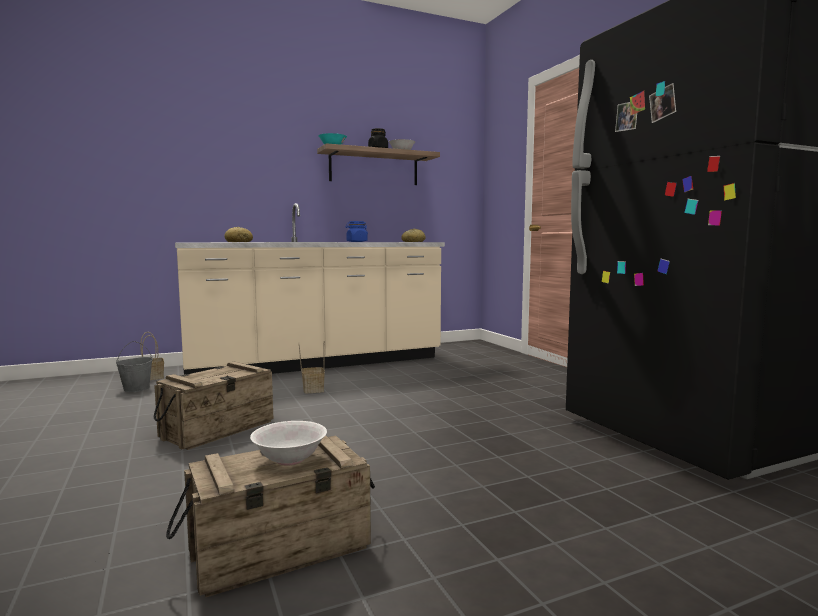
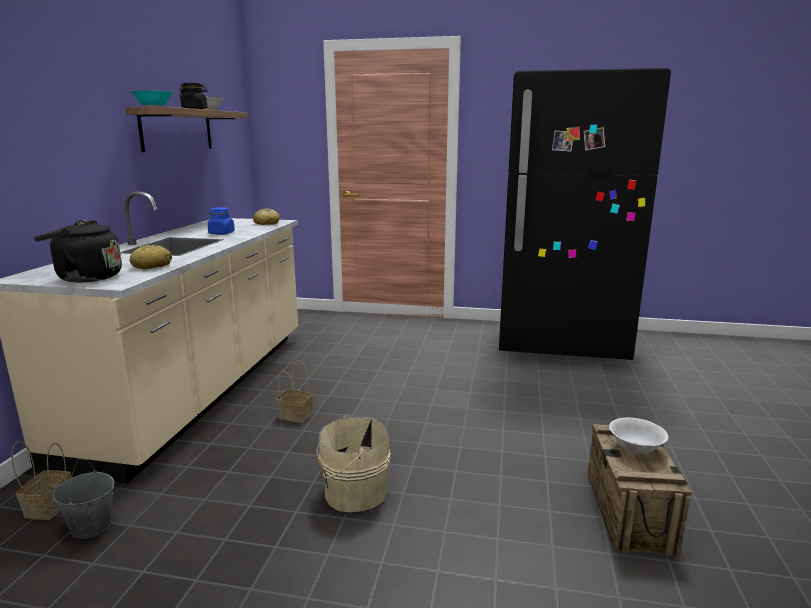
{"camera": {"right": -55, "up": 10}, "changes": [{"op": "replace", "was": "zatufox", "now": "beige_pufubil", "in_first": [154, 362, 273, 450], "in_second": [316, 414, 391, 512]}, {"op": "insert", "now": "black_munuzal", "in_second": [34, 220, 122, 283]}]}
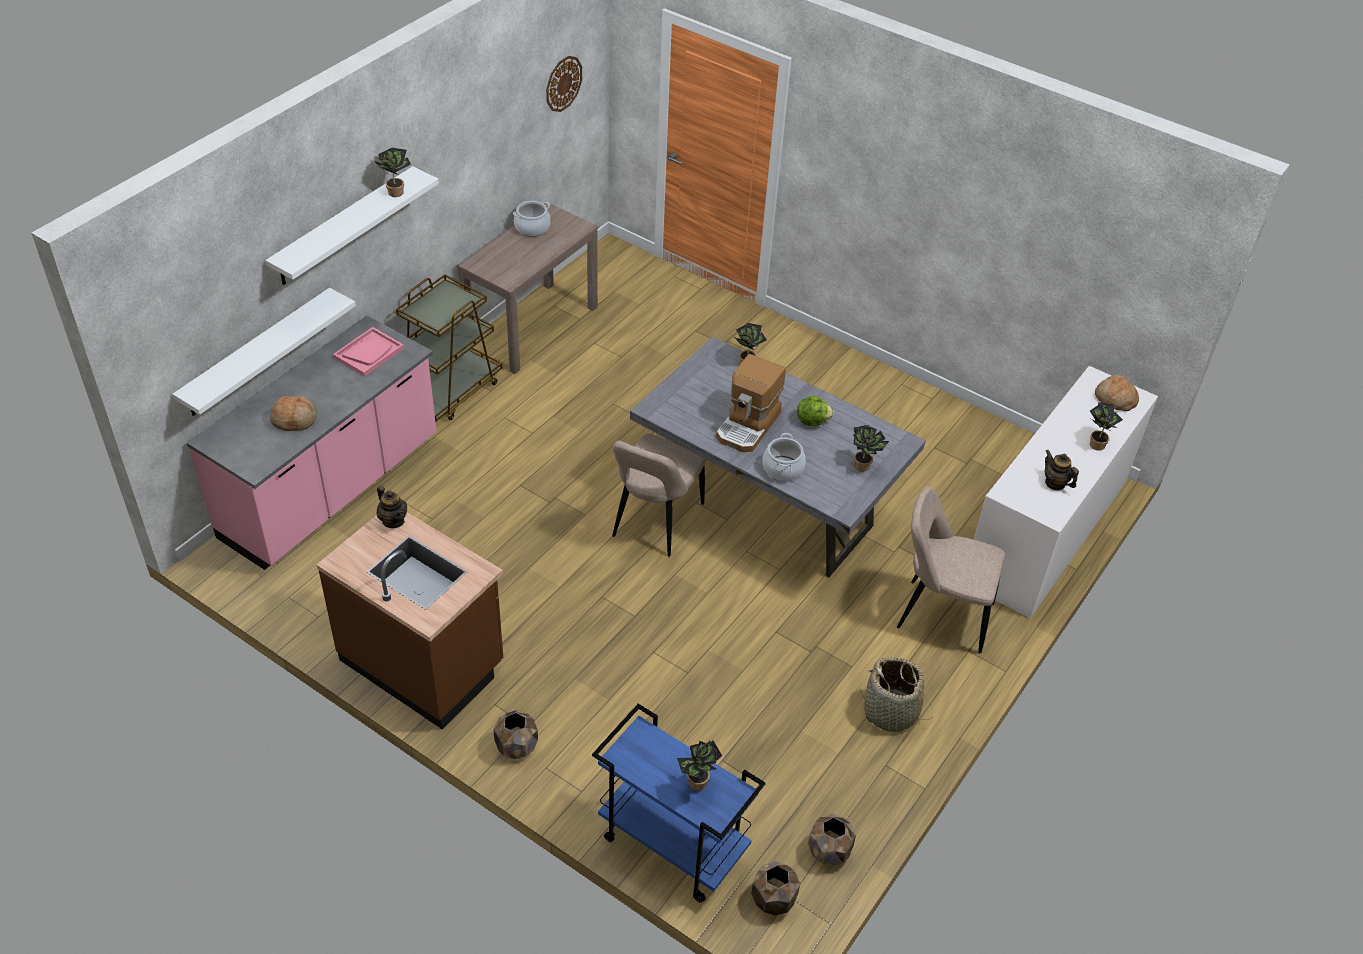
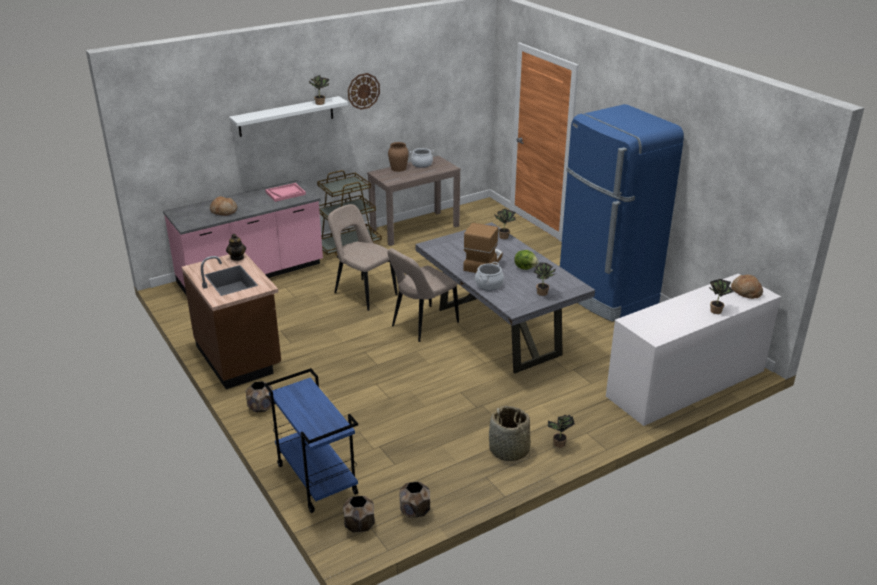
{"camera": {"right": 25, "up": -15}, "changes": [{"op": "delete", "was": "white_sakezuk", "in_first": [172, 288, 356, 416]}, {"op": "move", "was": "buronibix", "in_first": [546, 56, 582, 112], "in_second": [348, 73, 380, 110]}, {"op": "move", "was": "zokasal", "in_first": [677, 741, 722, 791], "in_second": [548, 414, 575, 448]}, {"op": "rotate", "was": "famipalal", "in_first": [716, 354, 786, 452], "in_second": [463, 223, 502, 273], "clockwise": 150}, {"op": "move", "was": "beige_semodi", "in_first": [897, 487, 1005, 653], "in_second": [328, 204, 397, 311]}, {"op": "delete", "was": "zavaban", "in_first": [1045, 450, 1079, 490]}, {"op": "insert", "now": "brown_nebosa", "in_second": [388, 142, 409, 172]}, {"op": "insert", "now": "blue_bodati", "in_second": [560, 104, 684, 322]}]}
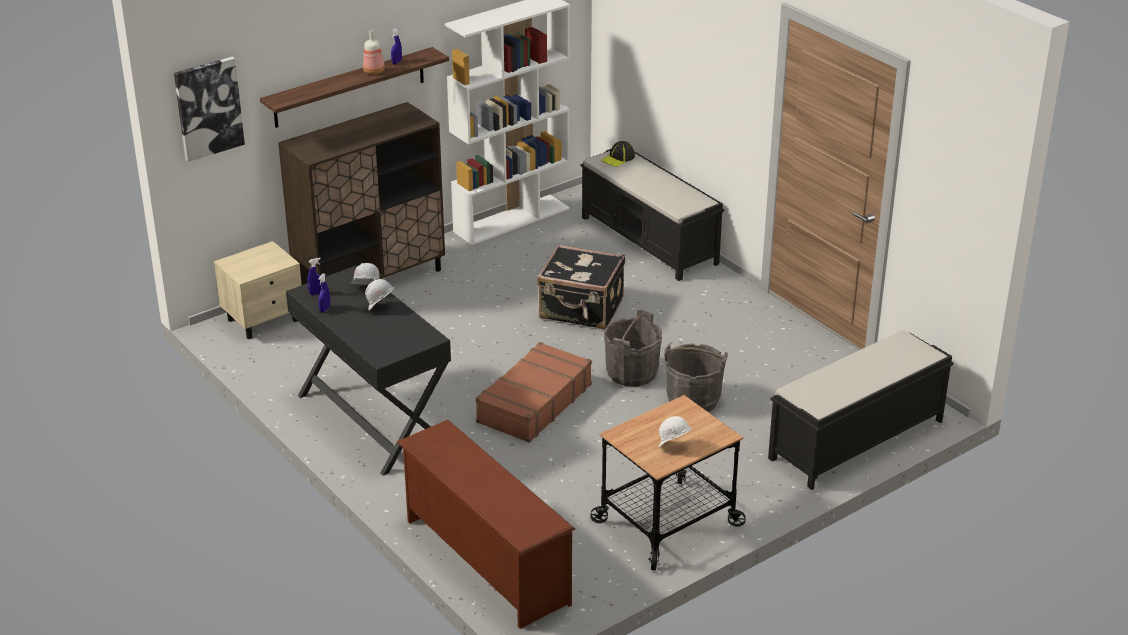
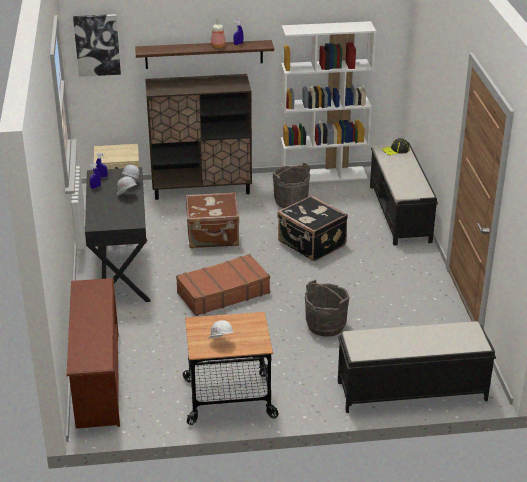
{"camera": {"right": 30, "up": 0}, "changes": [{"op": "move", "was": "grey_pufubil", "in_first": [604, 310, 662, 387], "in_second": [273, 163, 310, 208]}, {"op": "insert", "now": "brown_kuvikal", "in_second": [186, 192, 239, 248]}]}
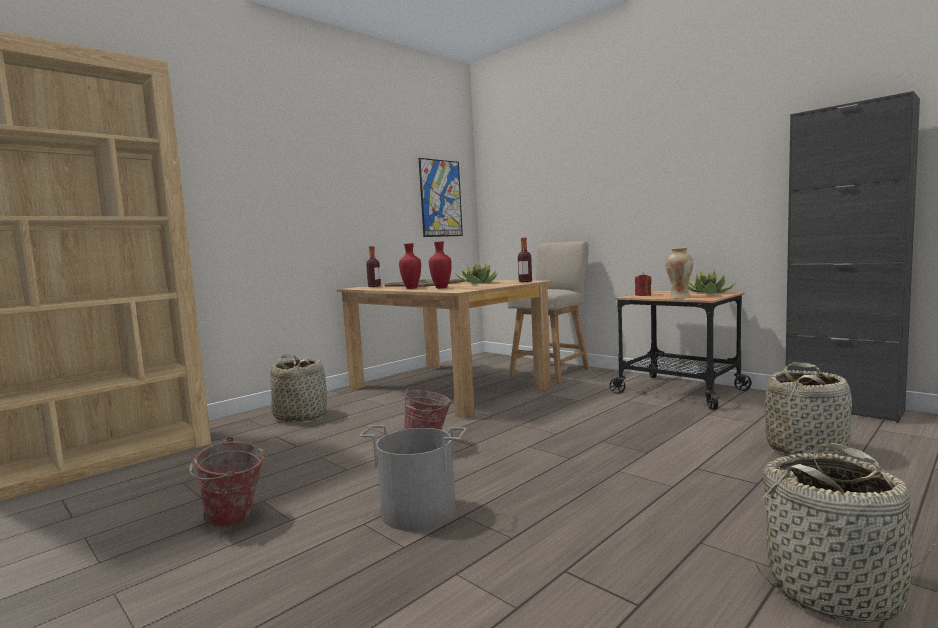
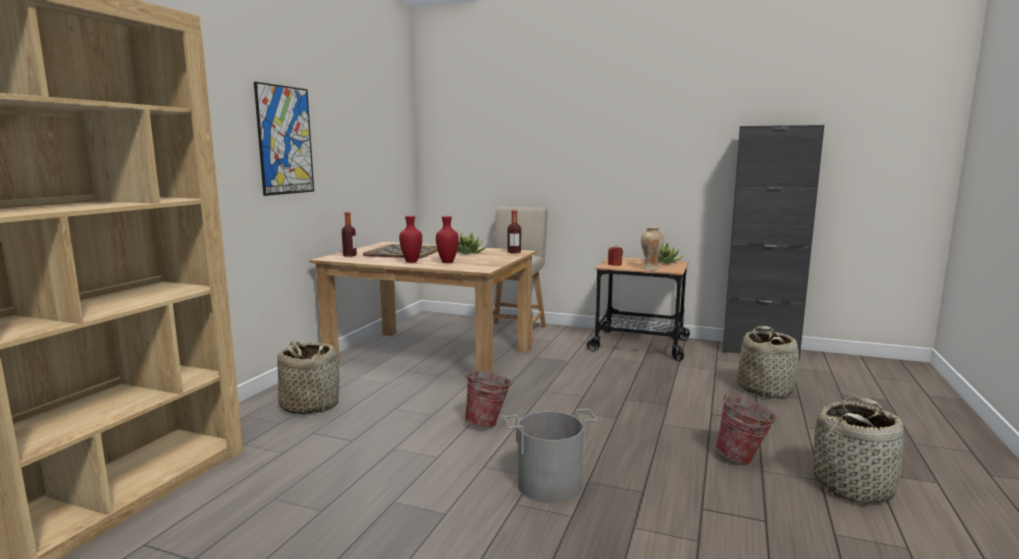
{"camera": {"right": -25, "up": 5}, "changes": [{"op": "move", "was": "pufubil", "in_first": [189, 437, 265, 527], "in_second": [716, 393, 779, 464]}, {"op": "move", "was": "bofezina", "in_first": [419, 158, 463, 237], "in_second": [254, 82, 314, 196]}]}
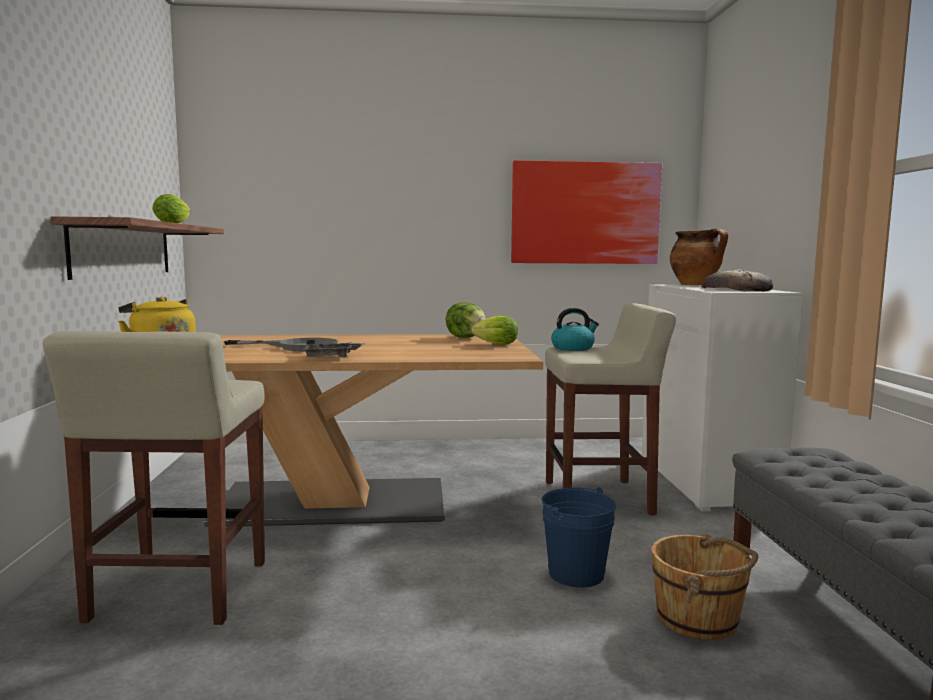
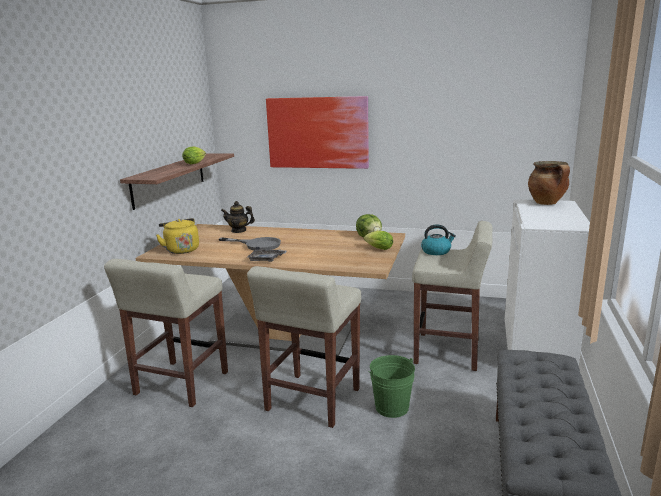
{"camera": {"right": 20, "up": 10}, "changes": [{"op": "move", "was": "bofezina", "in_first": [511, 160, 662, 264], "in_second": [266, 96, 369, 169]}, {"op": "recolor", "was": "blue_pufubil", "now": "green_pufubil", "in_first": [542, 487, 616, 588], "in_second": [369, 355, 415, 418]}, {"op": "delete", "was": "brown_pufubil", "in_first": [651, 534, 758, 640]}, {"op": "delete", "was": "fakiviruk", "in_first": [701, 269, 773, 291]}, {"op": "insert", "now": "zavaban", "in_second": [221, 201, 255, 233]}, {"op": "insert", "now": "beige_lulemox", "in_second": [247, 266, 361, 428]}]}
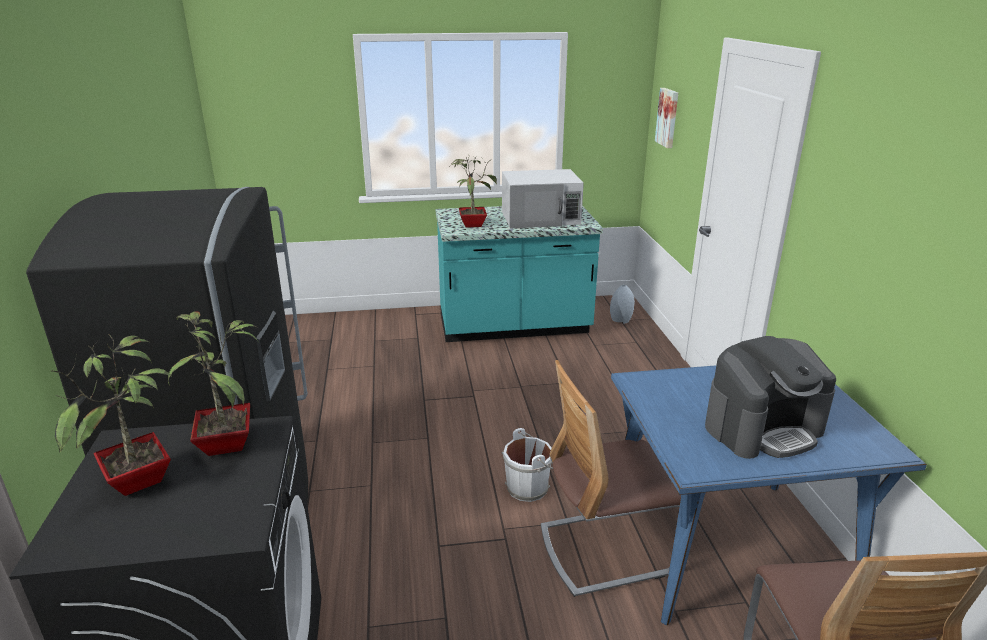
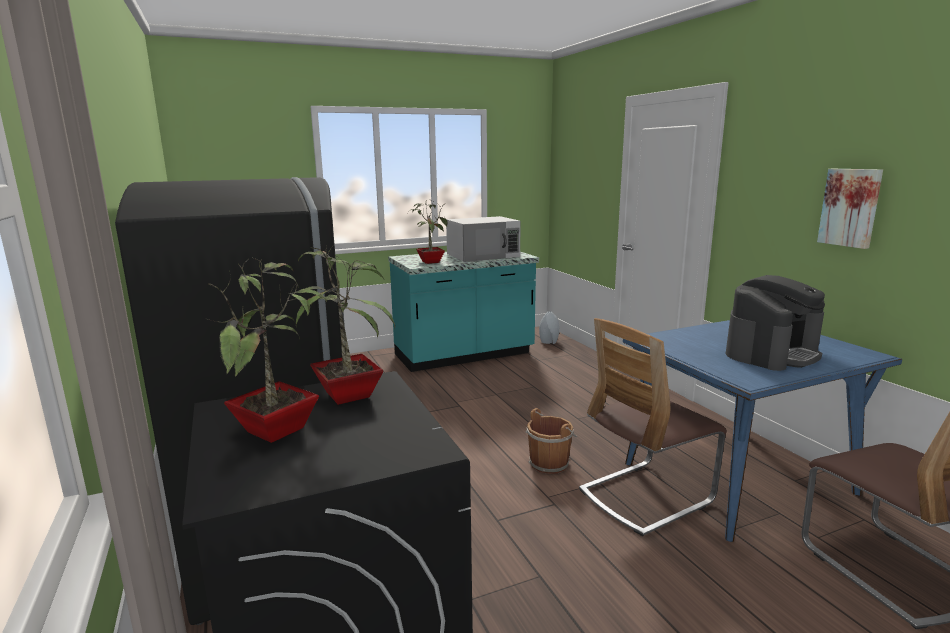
{"camera": {"right": -15, "up": -10}, "changes": [{"op": "recolor", "was": "white_pufubil", "now": "brown_pufubil", "in_first": [502, 428, 553, 502], "in_second": [526, 408, 578, 474]}, {"op": "move", "was": "bofezina", "in_first": [655, 88, 678, 148], "in_second": [817, 169, 883, 249]}]}
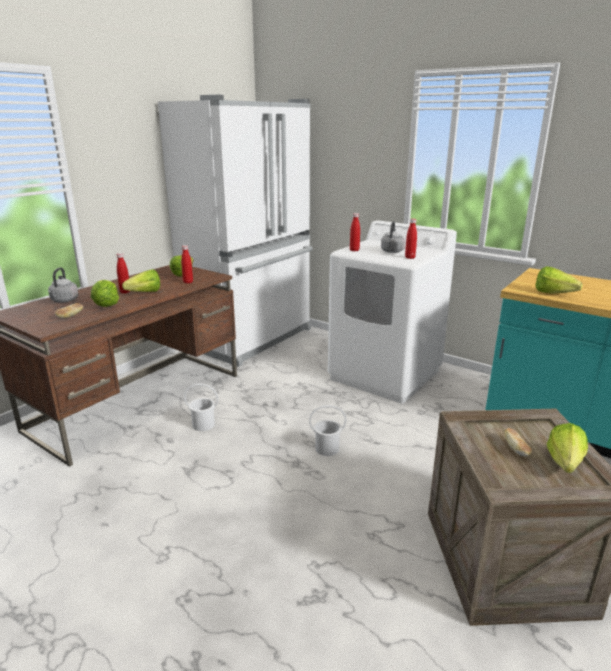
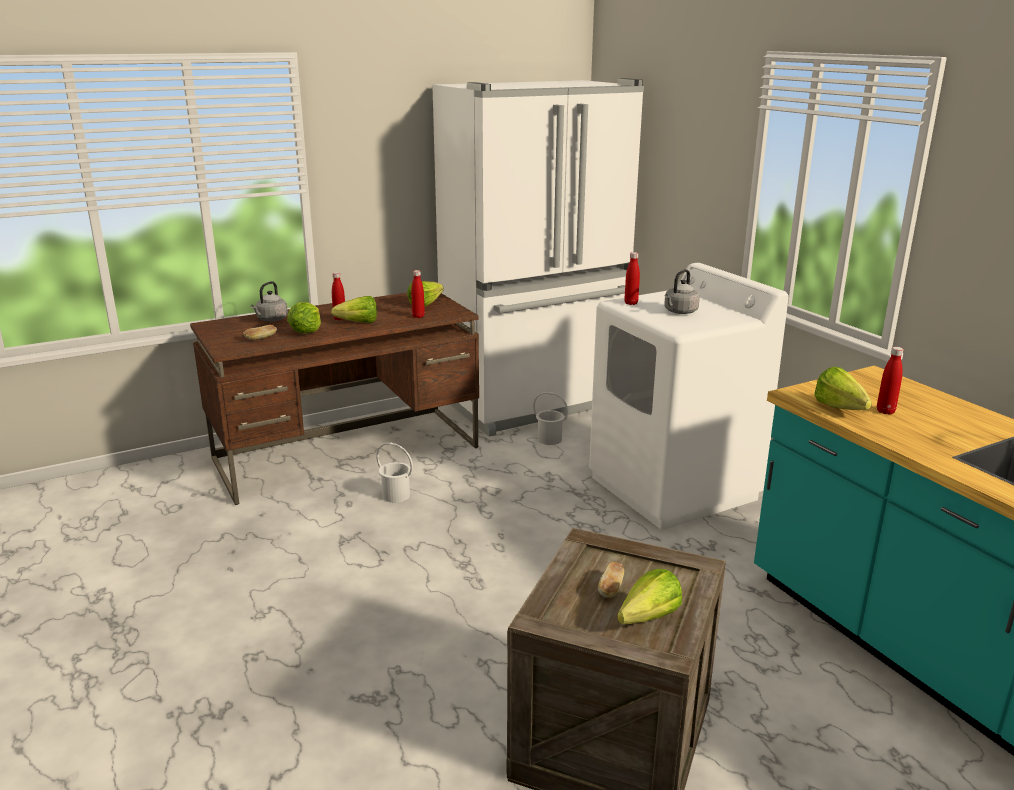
{"camera": {"right": 25, "up": 0}, "changes": [{"op": "move", "was": "white_pufubil", "in_first": [309, 405, 346, 456], "in_second": [533, 392, 568, 445]}, {"op": "move", "was": "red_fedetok", "in_first": [405, 219, 417, 259], "in_second": [877, 347, 903, 415]}]}
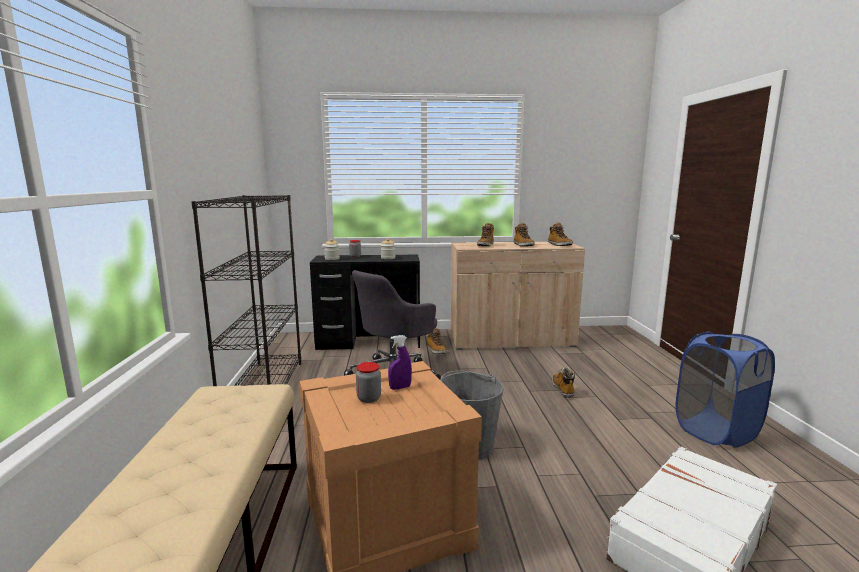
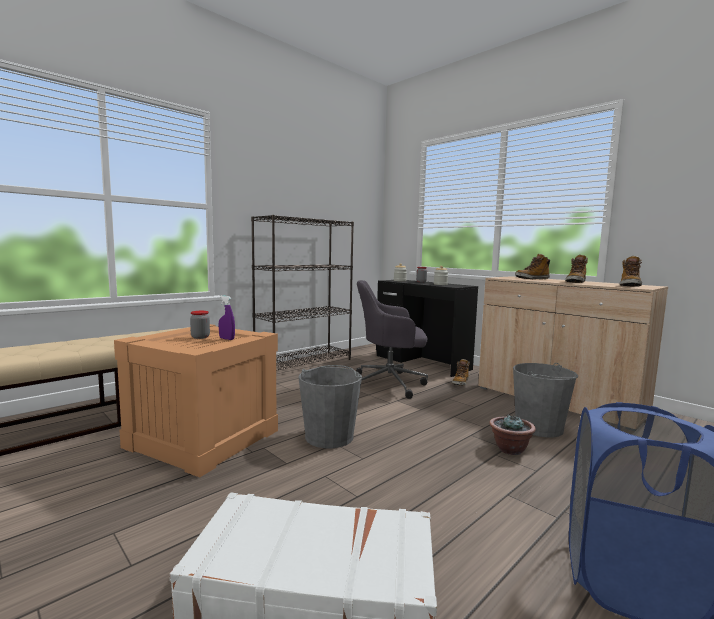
{"camera": {"right": 50, "up": -5}, "changes": [{"op": "replace", "was": "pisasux", "now": "zokasal", "in_first": [552, 367, 575, 398], "in_second": [489, 414, 536, 455]}, {"op": "insert", "now": "grey_pufubil", "in_second": [513, 363, 578, 438]}]}
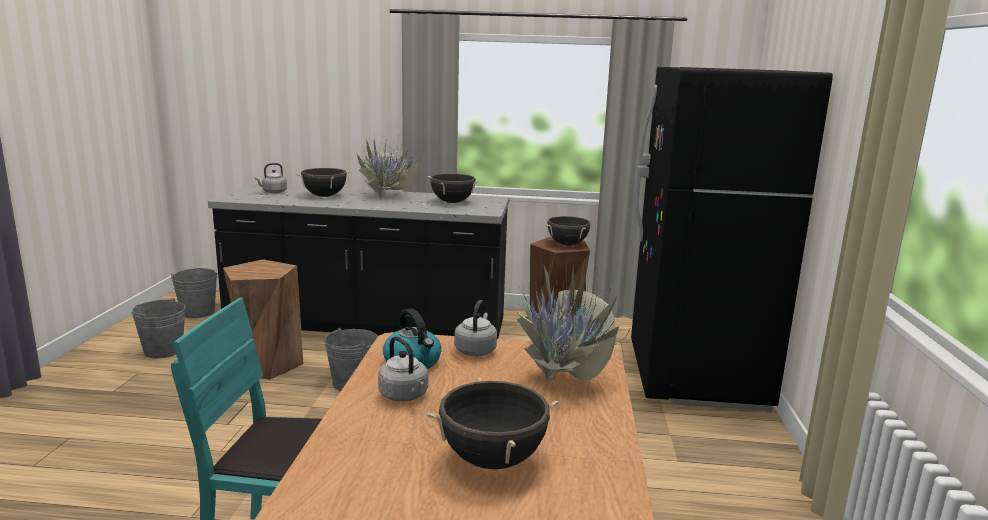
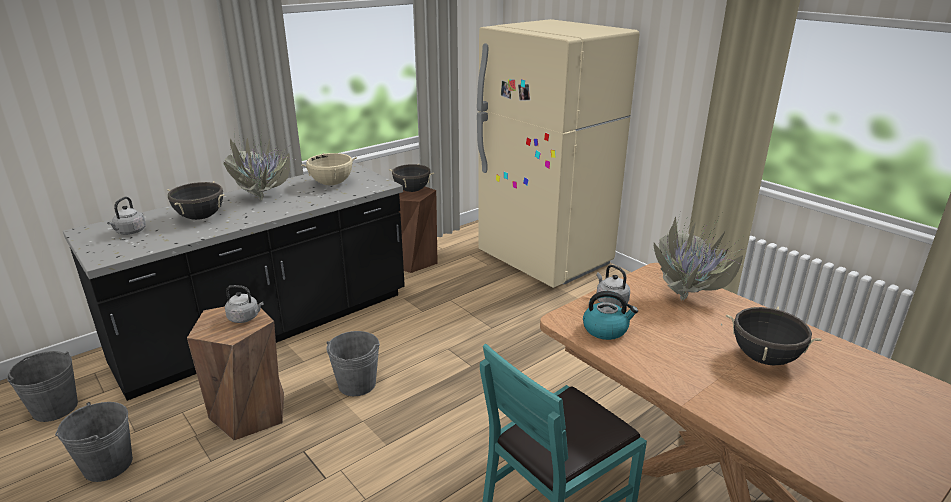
{"camera": {"right": -45, "up": 10}, "changes": [{"op": "move", "was": "grey_munuzal", "in_first": [378, 336, 428, 402], "in_second": [225, 285, 264, 323]}, {"op": "recolor", "was": "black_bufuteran", "now": "beige_bufuteran", "in_first": [427, 174, 479, 203], "in_second": [301, 153, 357, 185]}, {"op": "recolor", "was": "black_bodati", "now": "beige_bodati", "in_first": [631, 67, 833, 411], "in_second": [477, 19, 640, 288]}]}
